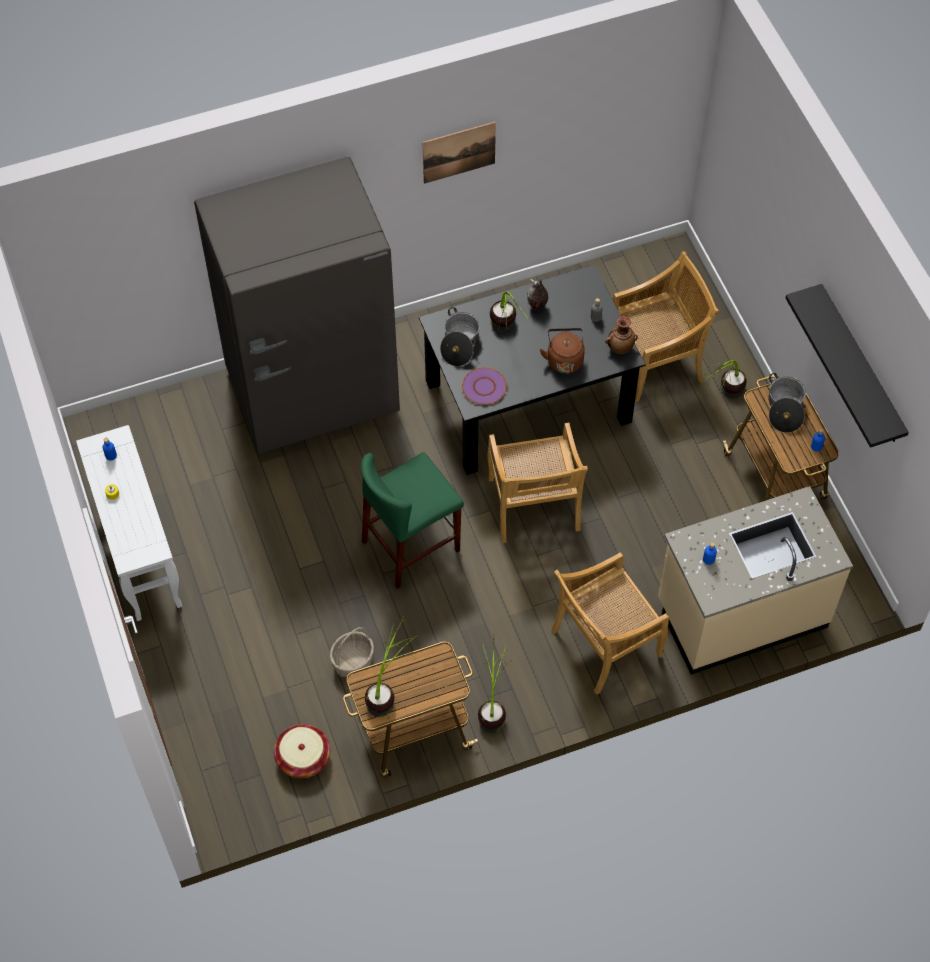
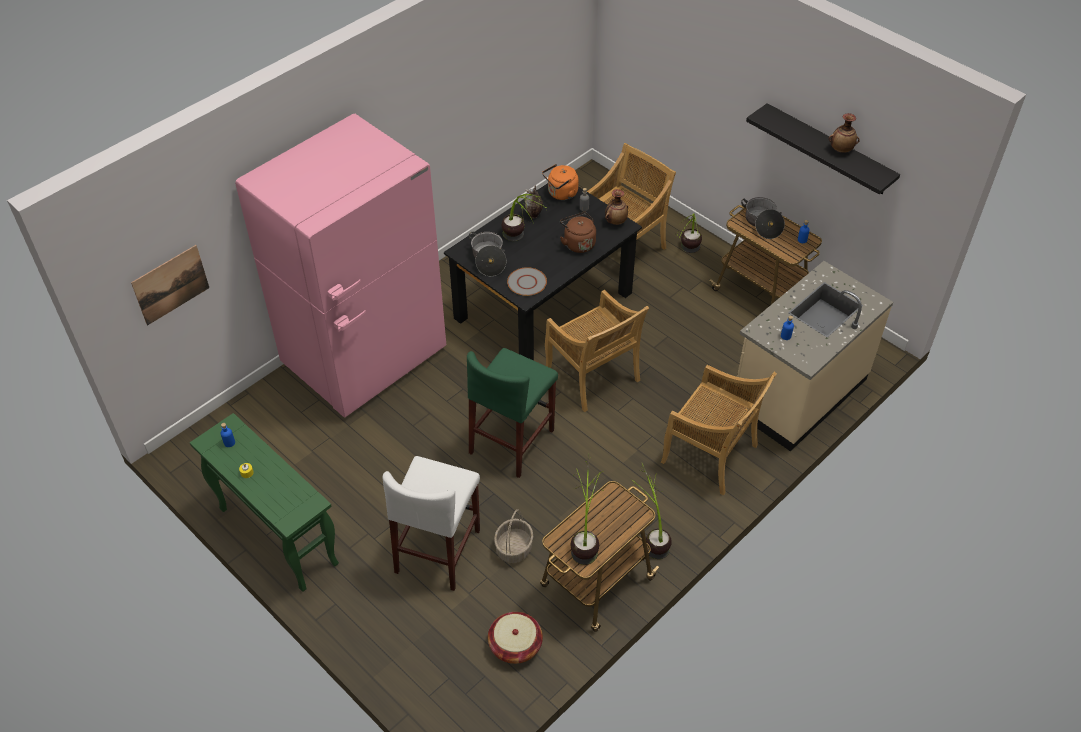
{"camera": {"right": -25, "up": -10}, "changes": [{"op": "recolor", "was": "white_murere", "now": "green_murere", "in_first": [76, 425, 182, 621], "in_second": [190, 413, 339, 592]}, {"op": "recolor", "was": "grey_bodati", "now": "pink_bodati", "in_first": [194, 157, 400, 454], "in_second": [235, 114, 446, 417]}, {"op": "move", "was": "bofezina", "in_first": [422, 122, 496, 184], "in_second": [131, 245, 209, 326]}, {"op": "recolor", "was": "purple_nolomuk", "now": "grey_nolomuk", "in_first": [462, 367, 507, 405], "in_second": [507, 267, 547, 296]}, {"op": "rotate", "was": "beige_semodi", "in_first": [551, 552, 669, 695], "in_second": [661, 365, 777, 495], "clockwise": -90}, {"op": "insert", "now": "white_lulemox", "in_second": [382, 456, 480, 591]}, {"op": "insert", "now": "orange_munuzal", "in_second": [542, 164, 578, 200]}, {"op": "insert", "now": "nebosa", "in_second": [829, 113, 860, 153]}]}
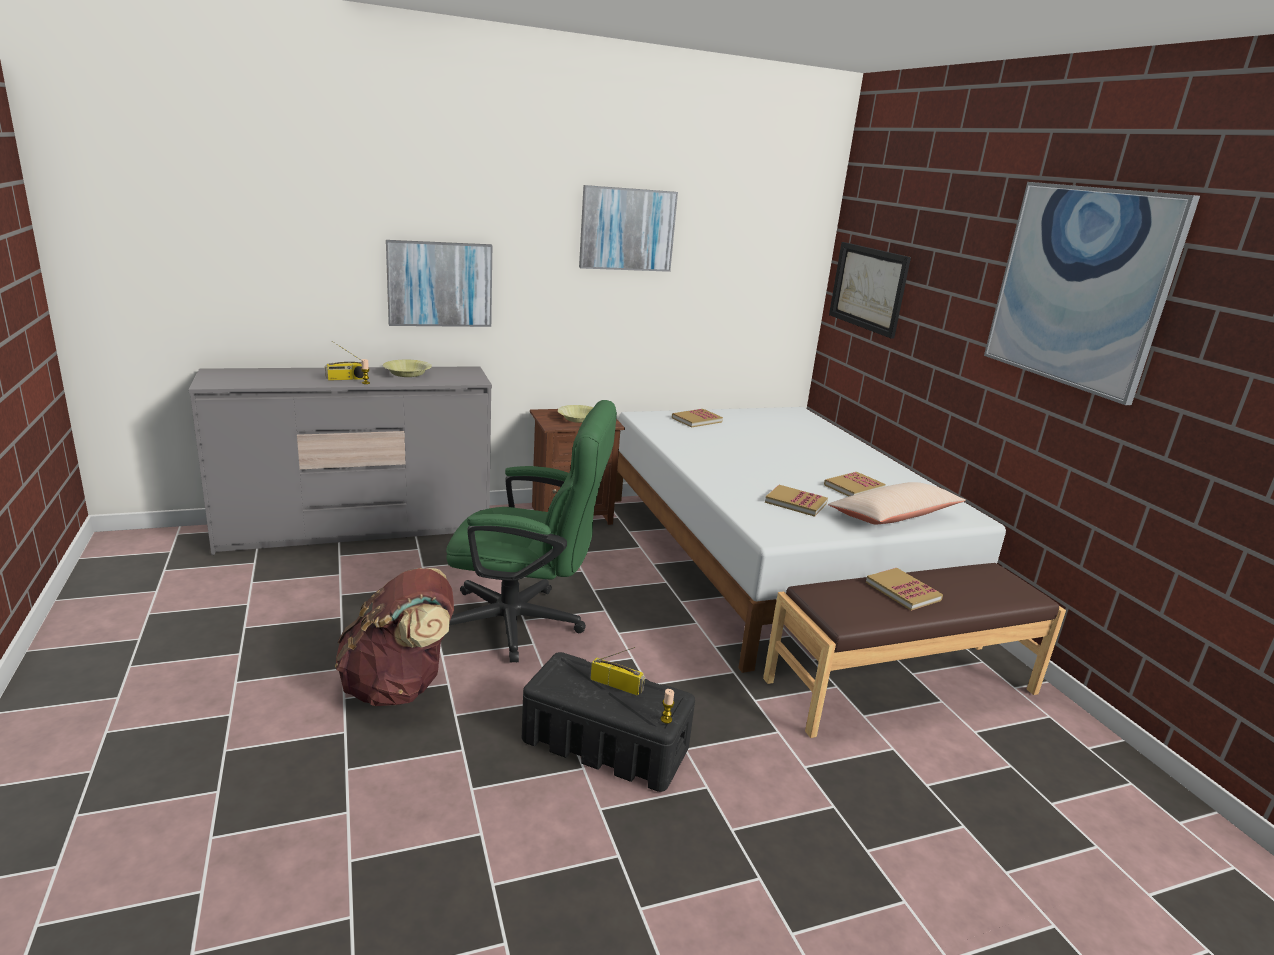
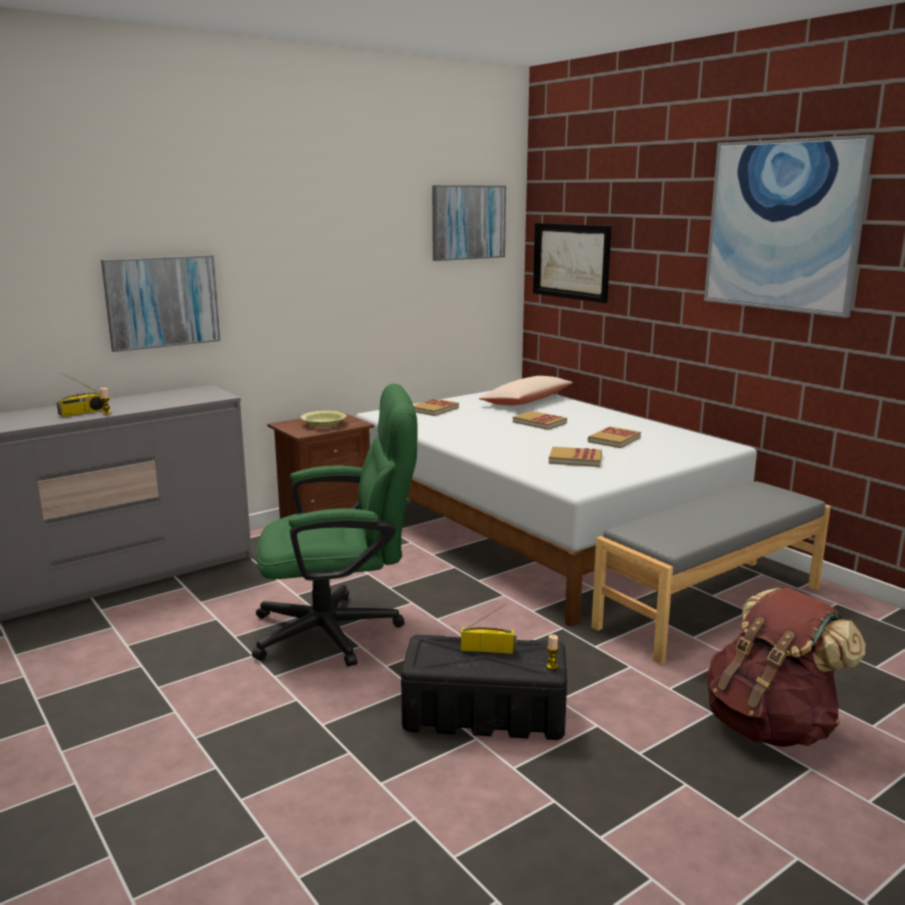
{"camera": {"right": -15, "up": -5}, "changes": [{"op": "move", "was": "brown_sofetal", "in_first": [335, 568, 454, 706], "in_second": [707, 588, 865, 747]}, {"op": "delete", "was": "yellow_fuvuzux", "in_first": [383, 360, 432, 377]}, {"op": "move", "was": "bofezina", "in_first": [579, 185, 678, 272], "in_second": [432, 185, 506, 261]}, {"op": "recolor", "was": "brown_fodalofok", "now": "grey_fodalofok", "in_first": [763, 563, 1066, 738], "in_second": [591, 481, 831, 665]}, {"op": "move", "was": "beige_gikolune", "in_first": [828, 482, 966, 524], "in_second": [479, 376, 573, 406]}, {"op": "move", "was": "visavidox", "in_first": [866, 568, 943, 611], "in_second": [513, 411, 567, 430]}]}
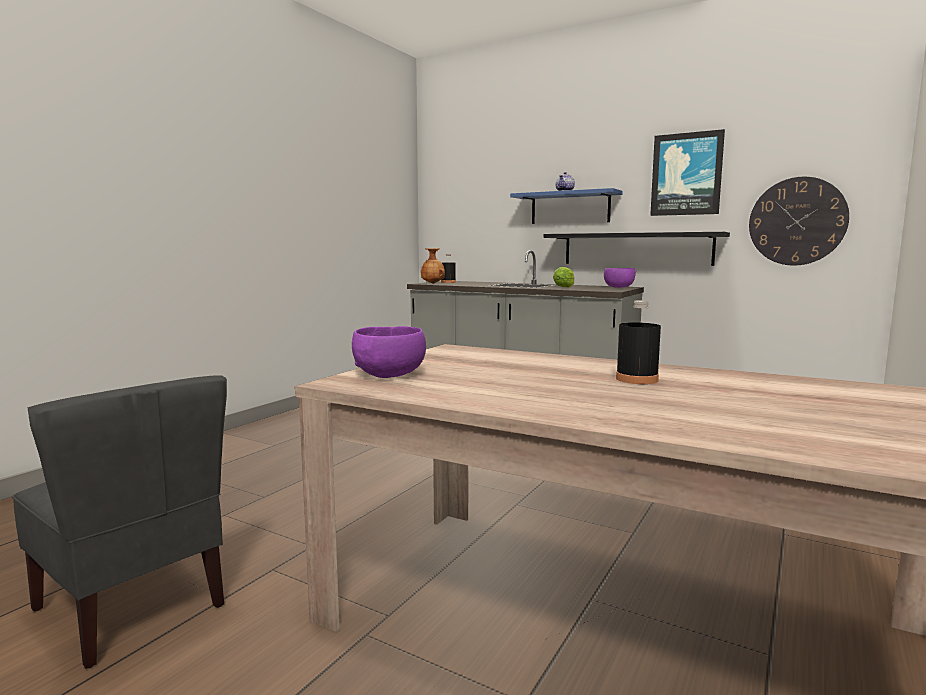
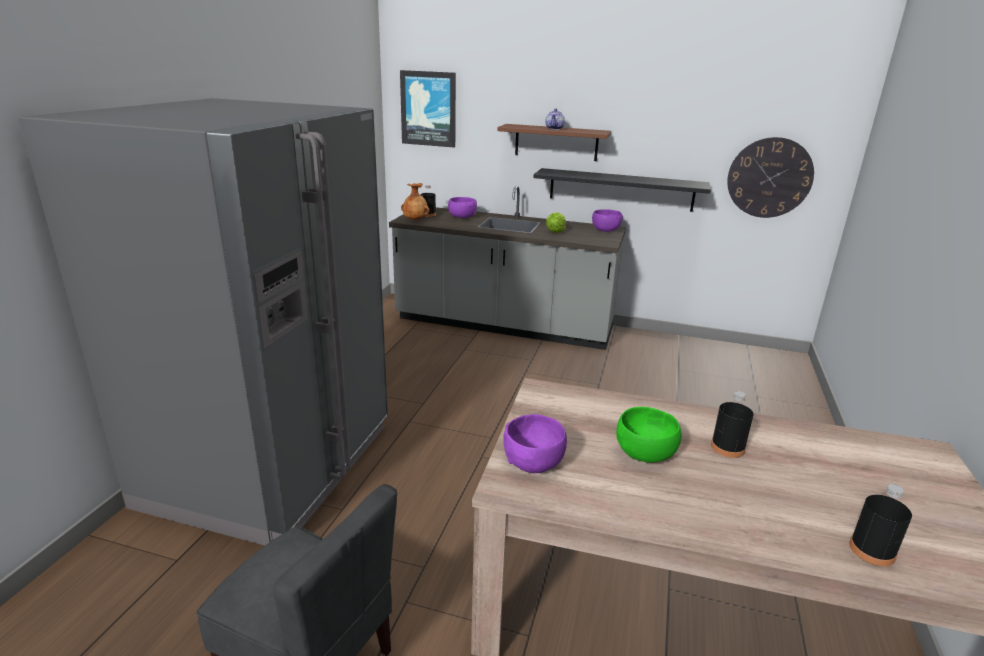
{"camera": {"right": -15, "up": 15}, "changes": [{"op": "recolor", "was": "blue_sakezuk", "now": "brown_sakezuk", "in_first": [510, 188, 623, 224], "in_second": [498, 124, 611, 161]}, {"op": "move", "was": "bofezina", "in_first": [650, 129, 725, 216], "in_second": [400, 70, 456, 148]}, {"op": "insert", "now": "grey_bodati", "in_second": [18, 98, 388, 545]}, {"op": "insert", "now": "purple_fuvuzux", "in_second": [448, 197, 477, 218]}, {"op": "insert", "now": "green_fuvuzux", "in_second": [616, 407, 681, 463]}, {"op": "insert", "now": "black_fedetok", "in_second": [849, 484, 912, 567]}]}
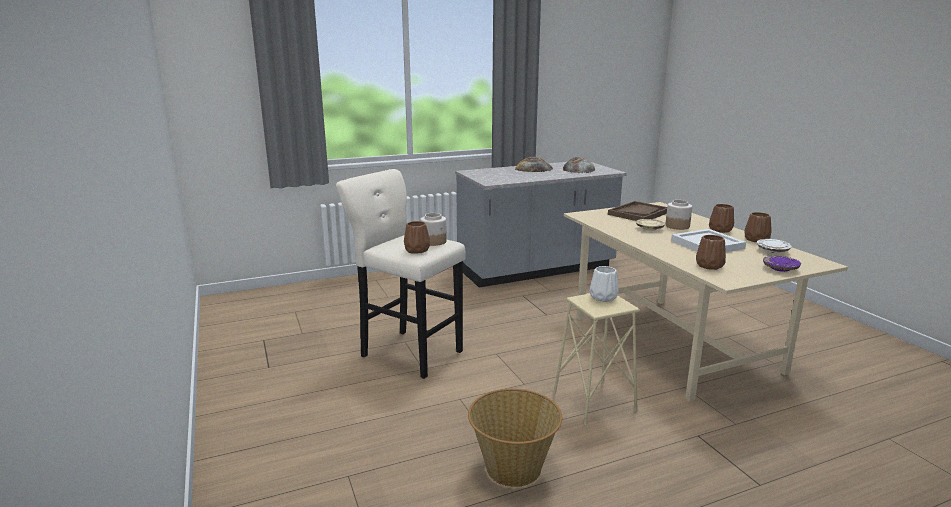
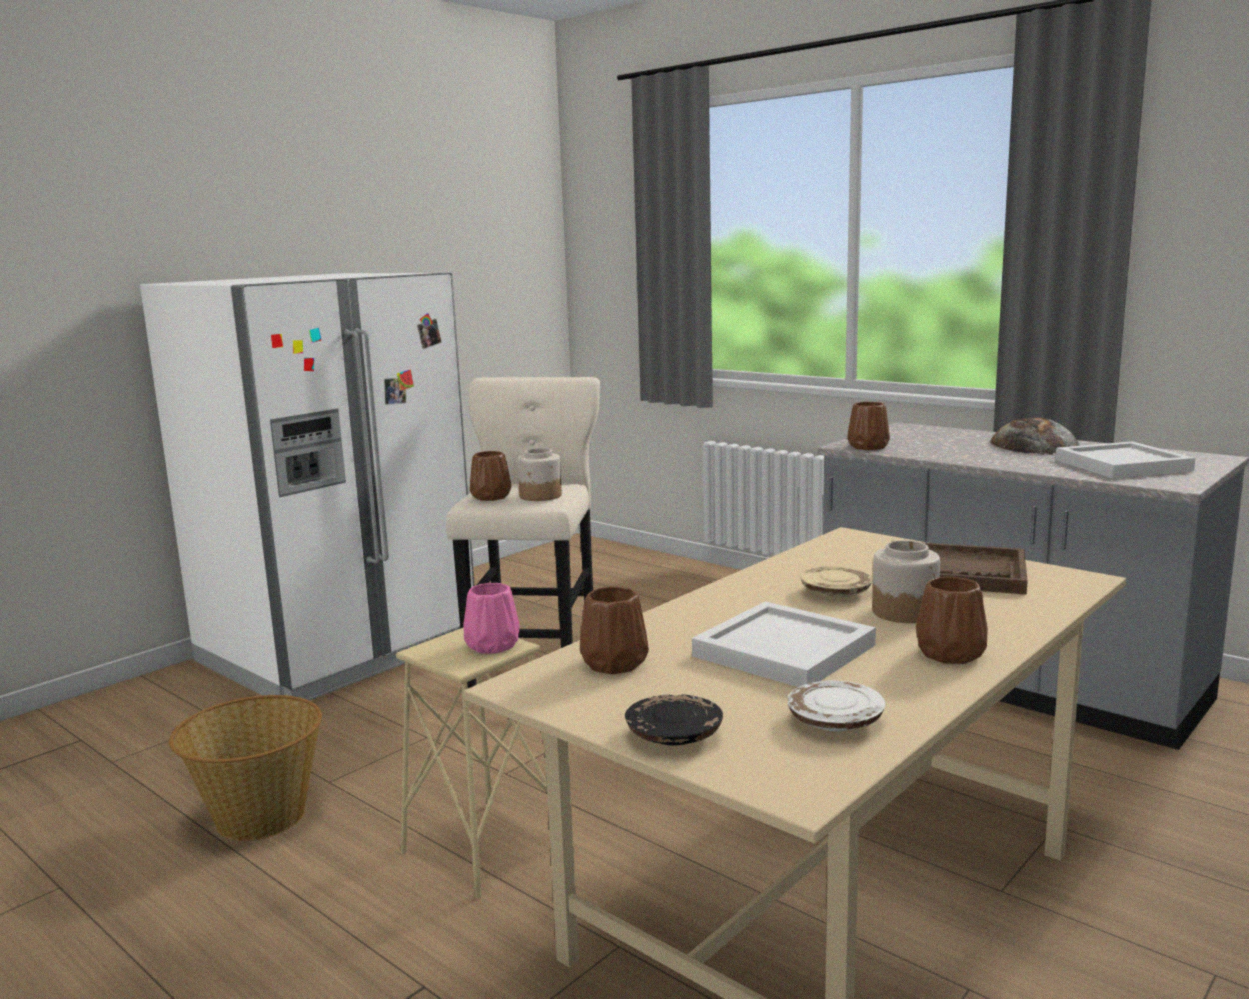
{"camera": {"right": 65, "up": -5}, "changes": [{"op": "replace", "was": "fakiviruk", "now": "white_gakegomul", "in_first": [563, 157, 595, 173], "in_second": [1055, 441, 1196, 478]}, {"op": "recolor", "was": "white_nebosa", "now": "pink_nebosa", "in_first": [589, 266, 619, 302], "in_second": [463, 583, 520, 654]}, {"op": "move", "was": "brown_nebosa", "in_first": [744, 212, 772, 242], "in_second": [847, 402, 890, 450]}, {"op": "recolor", "was": "purple_nolomuk", "now": "black_nolomuk", "in_first": [763, 256, 801, 272], "in_second": [625, 694, 723, 745]}, {"op": "insert", "now": "white_bodati", "in_second": [140, 273, 474, 701]}]}
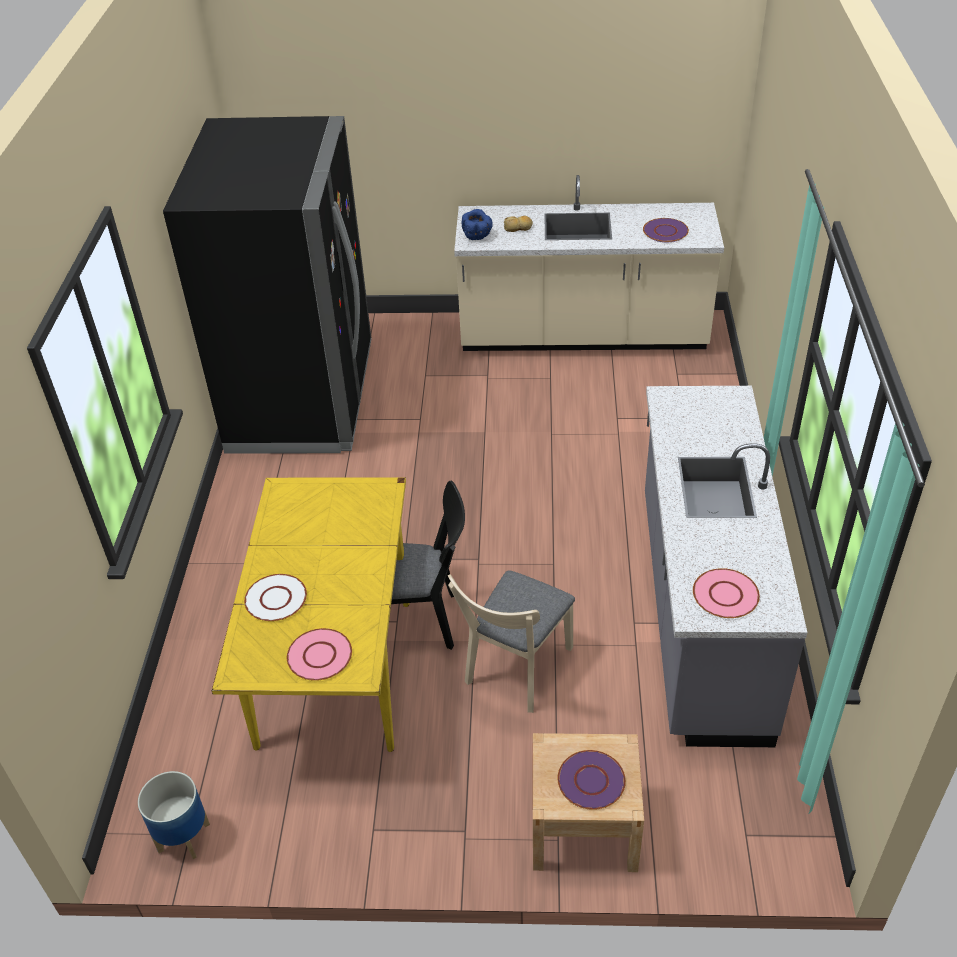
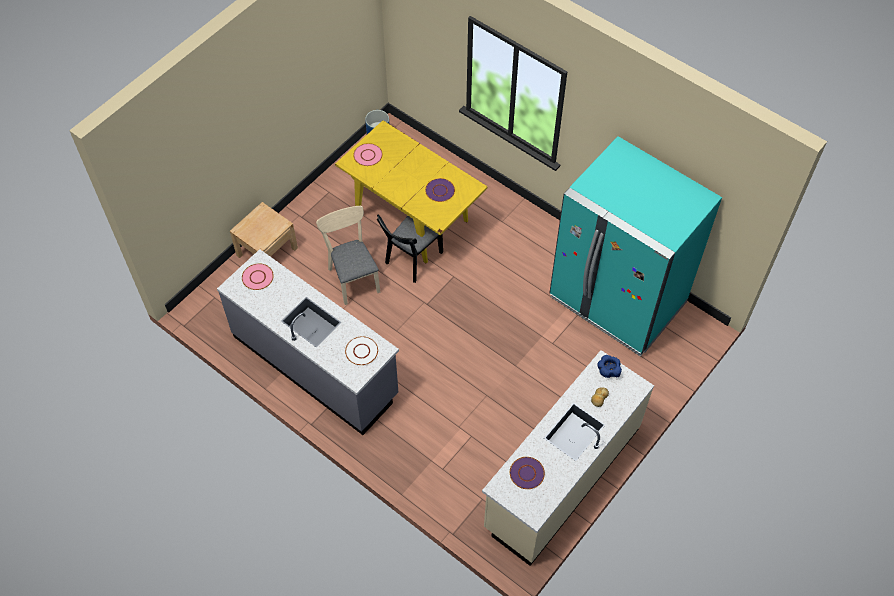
{"camera": {"right": 125, "up": 15}, "changes": [{"op": "recolor", "was": "black_bodati", "now": "turquoise_bodati", "in_first": [163, 116, 371, 454], "in_second": [549, 136, 722, 357]}, {"op": "move", "was": "white_nolomuk", "in_first": [244, 574, 307, 621], "in_second": [345, 336, 378, 365]}, {"op": "move", "was": "purple_nolomuk", "in_first": [558, 750, 626, 810], "in_second": [425, 178, 455, 202]}]}
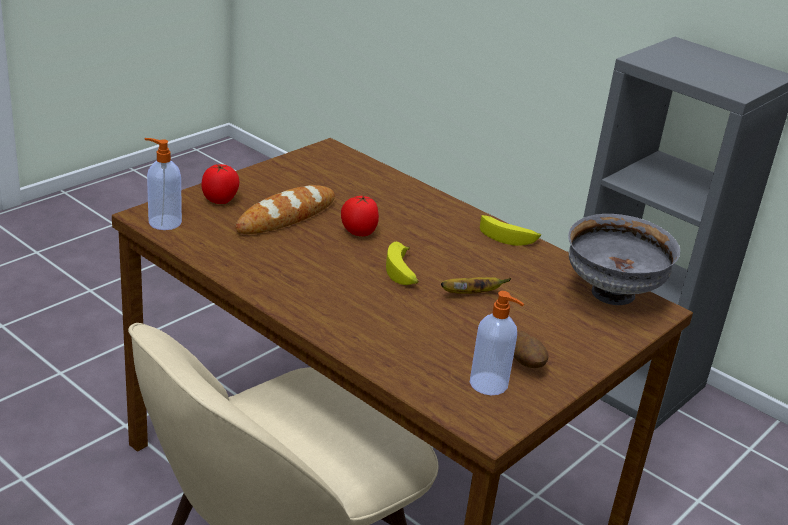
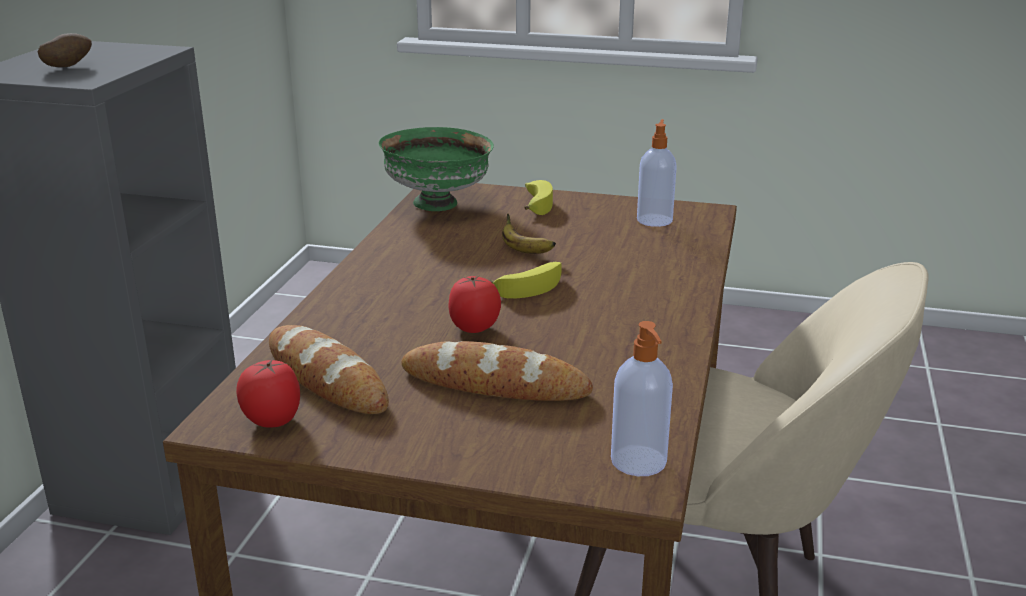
{"camera": {"right": -115, "up": -5}, "changes": [{"op": "move", "was": "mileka", "in_first": [202, 164, 240, 204], "in_second": [236, 359, 300, 428]}, {"op": "move", "was": "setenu", "in_first": [480, 215, 541, 246], "in_second": [524, 180, 553, 215]}, {"op": "move", "was": "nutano", "in_first": [514, 331, 549, 368], "in_second": [37, 33, 92, 67]}, {"op": "recolor", "was": "grey_fuvuzux", "now": "green_fuvuzux", "in_first": [568, 214, 680, 305], "in_second": [378, 127, 494, 211]}, {"op": "insert", "now": "fakiviruk", "in_second": [269, 325, 389, 414]}]}
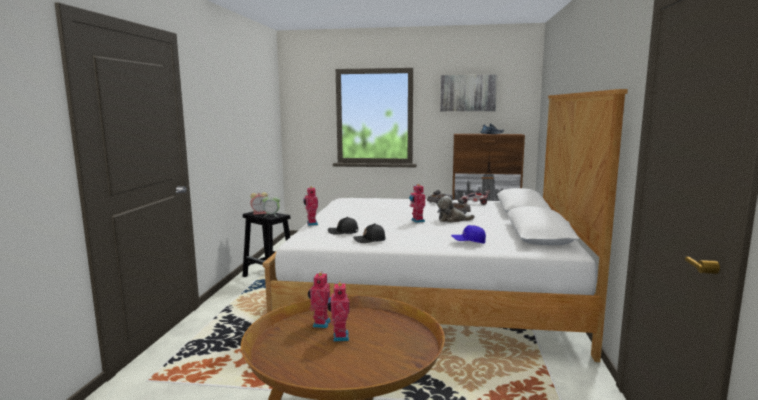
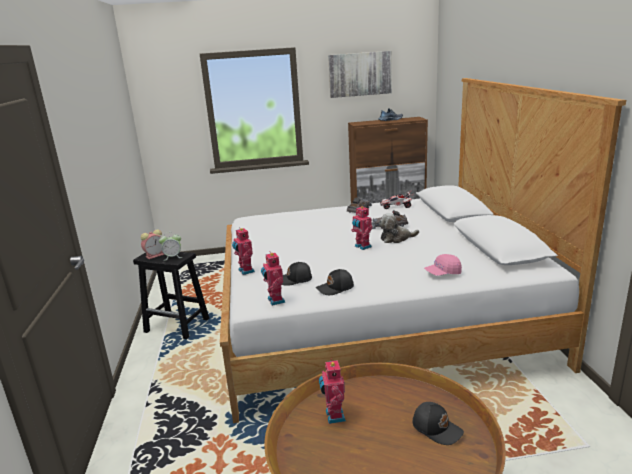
{"camera": {"right": -15, "up": 10}, "changes": [{"op": "move", "was": "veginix", "in_first": [328, 281, 350, 342], "in_second": [261, 253, 285, 306]}, {"op": "recolor", "was": "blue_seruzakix", "now": "pink_seruzakix", "in_first": [451, 225, 486, 244], "in_second": [424, 254, 462, 276]}, {"op": "insert", "now": "black_seruzakix", "in_second": [413, 402, 464, 445]}]}
